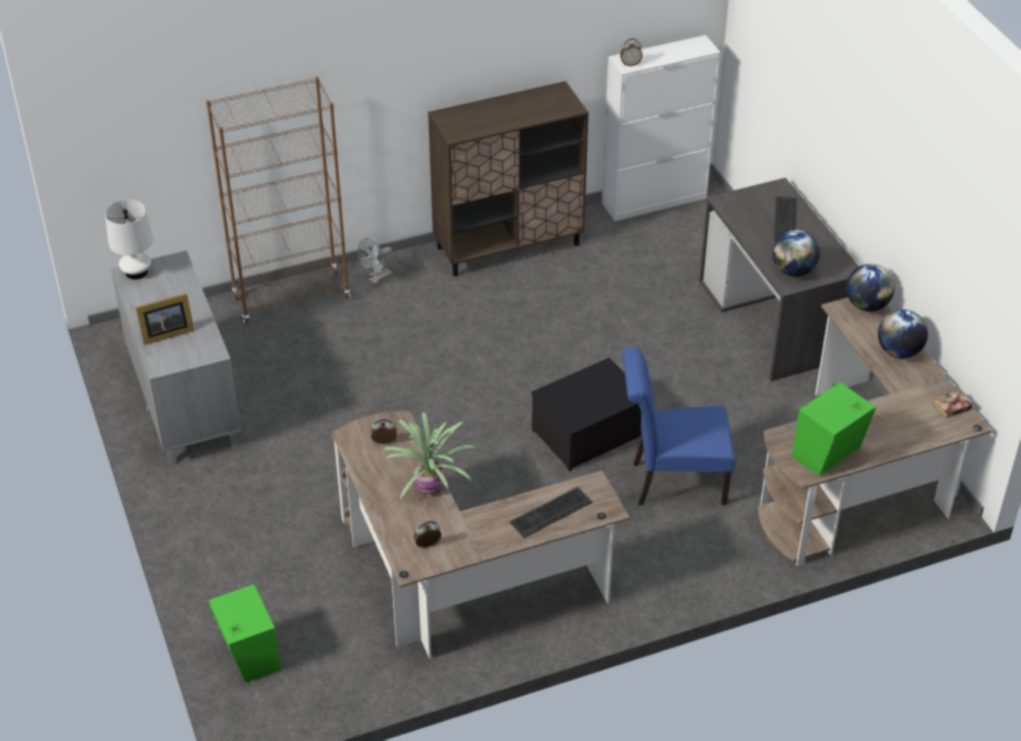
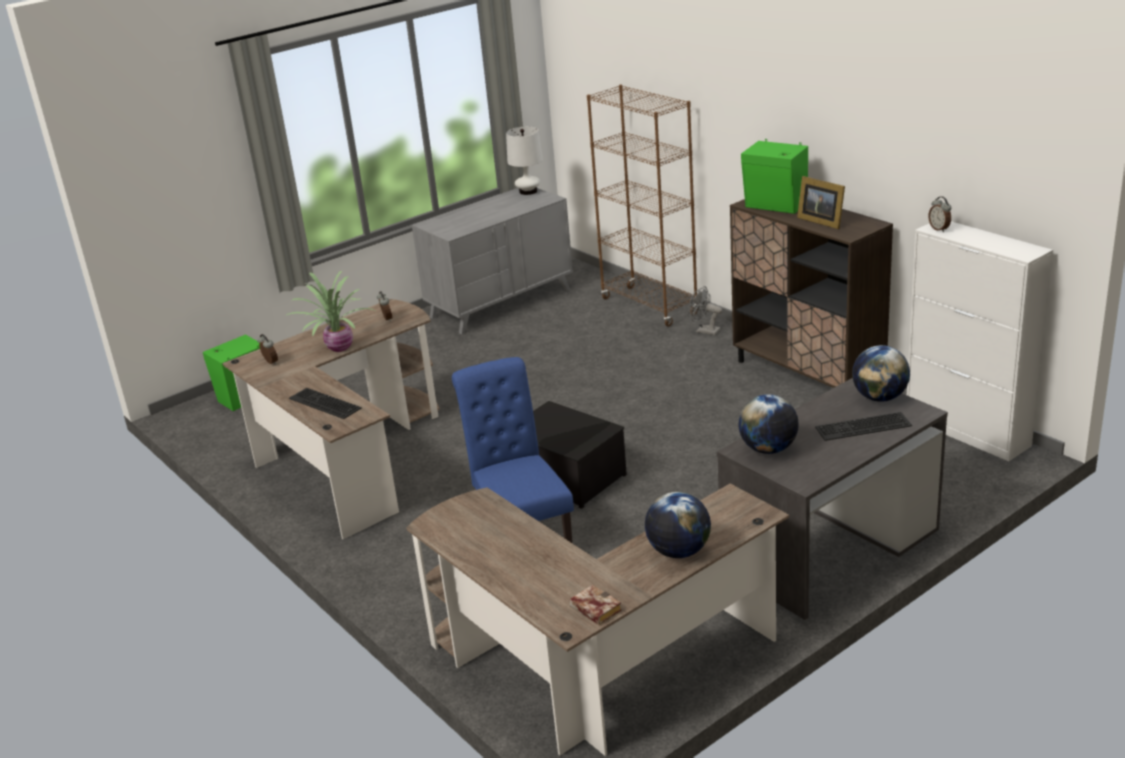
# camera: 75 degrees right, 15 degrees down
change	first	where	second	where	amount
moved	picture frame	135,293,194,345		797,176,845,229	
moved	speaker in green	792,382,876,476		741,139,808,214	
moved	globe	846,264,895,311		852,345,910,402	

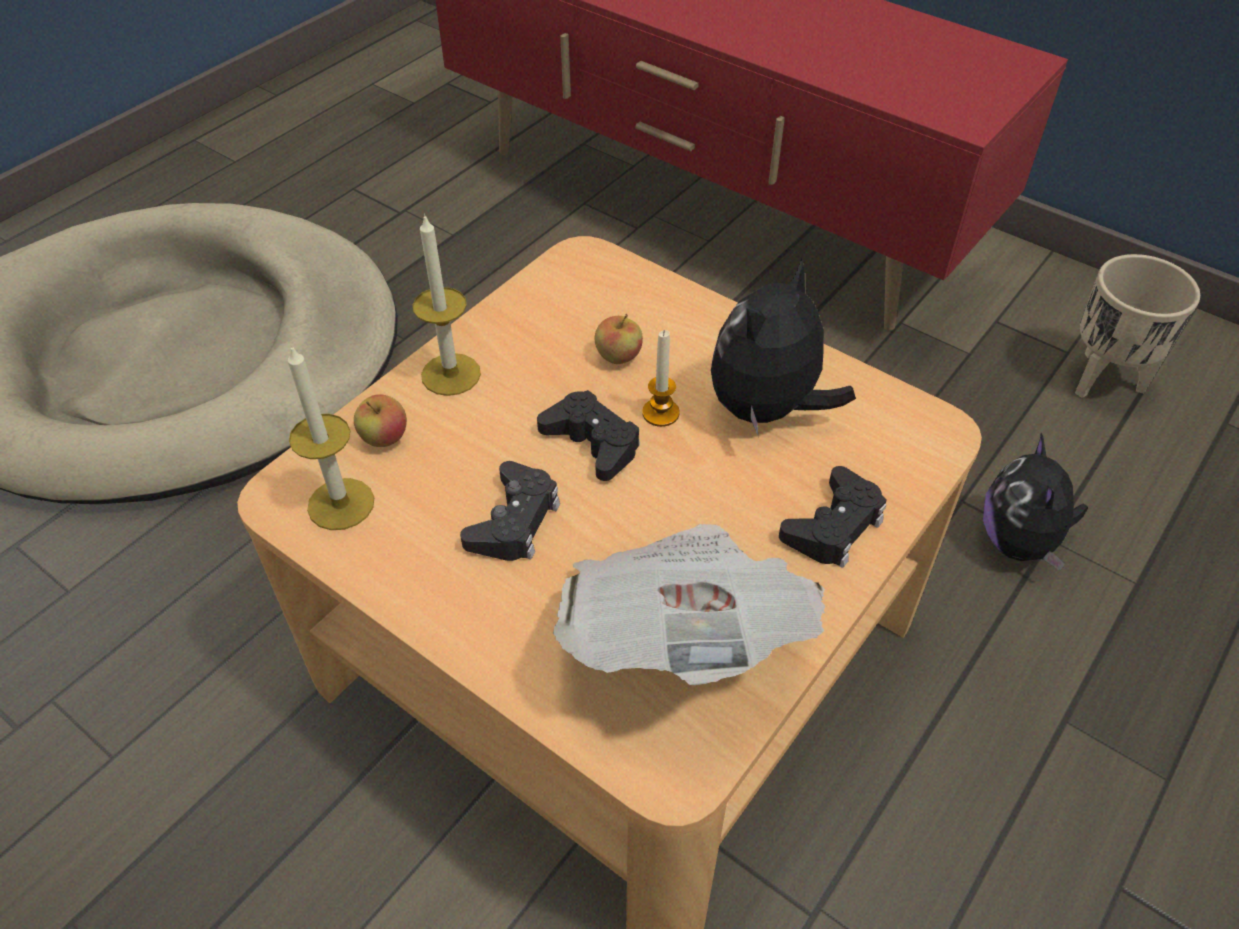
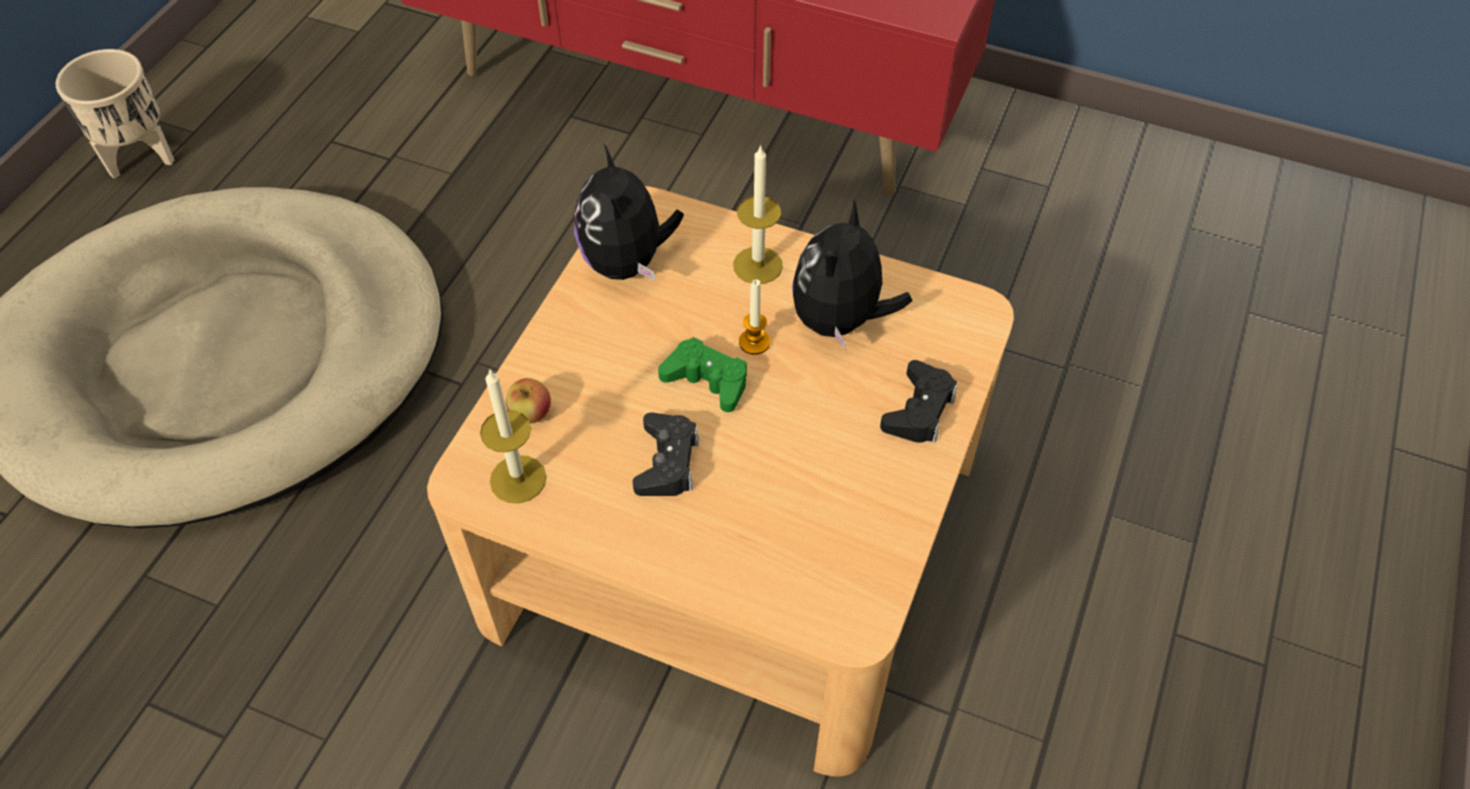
# camera: 15 degrees left, 5 degrees up
change	first	where	second	where	amount
removed	newspaper	553,524,826,685			
removed	apple	594,314,643,364			
moved	candle	413,214,481,396		733,145,783,284	
moved	plush toy	983,433,1088,571		574,143,684,281	
moved	planter in beige	1075,254,1200,398		56,49,174,179	
recoloured	game controller in black	537,390,640,481	game controller in green	658,337,747,412	

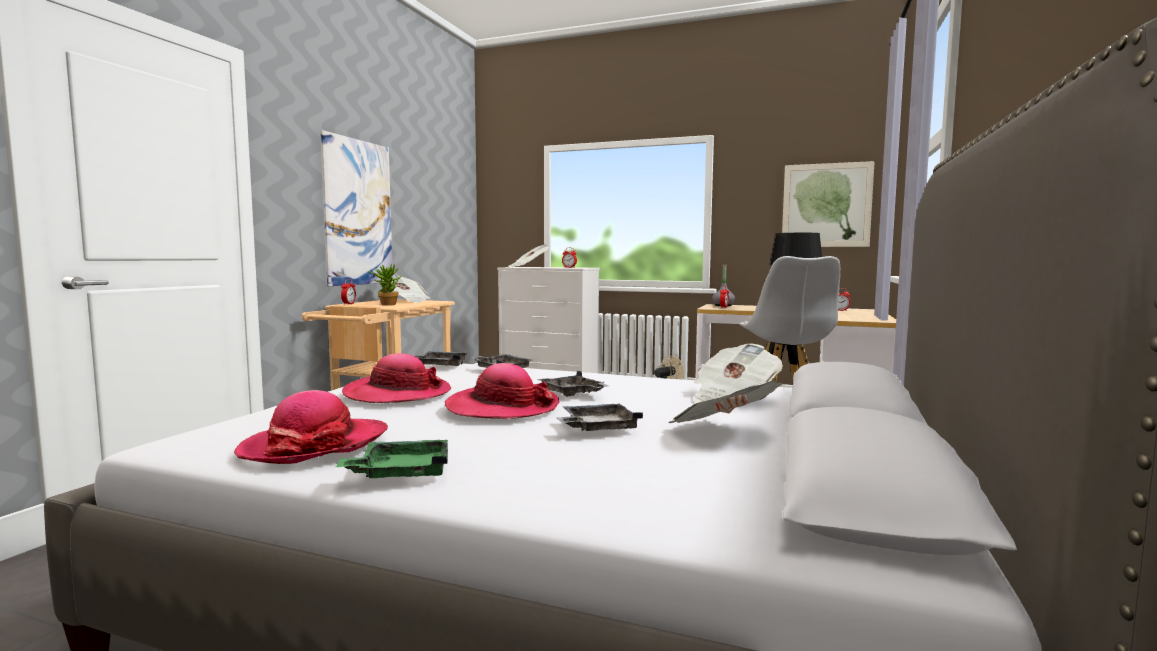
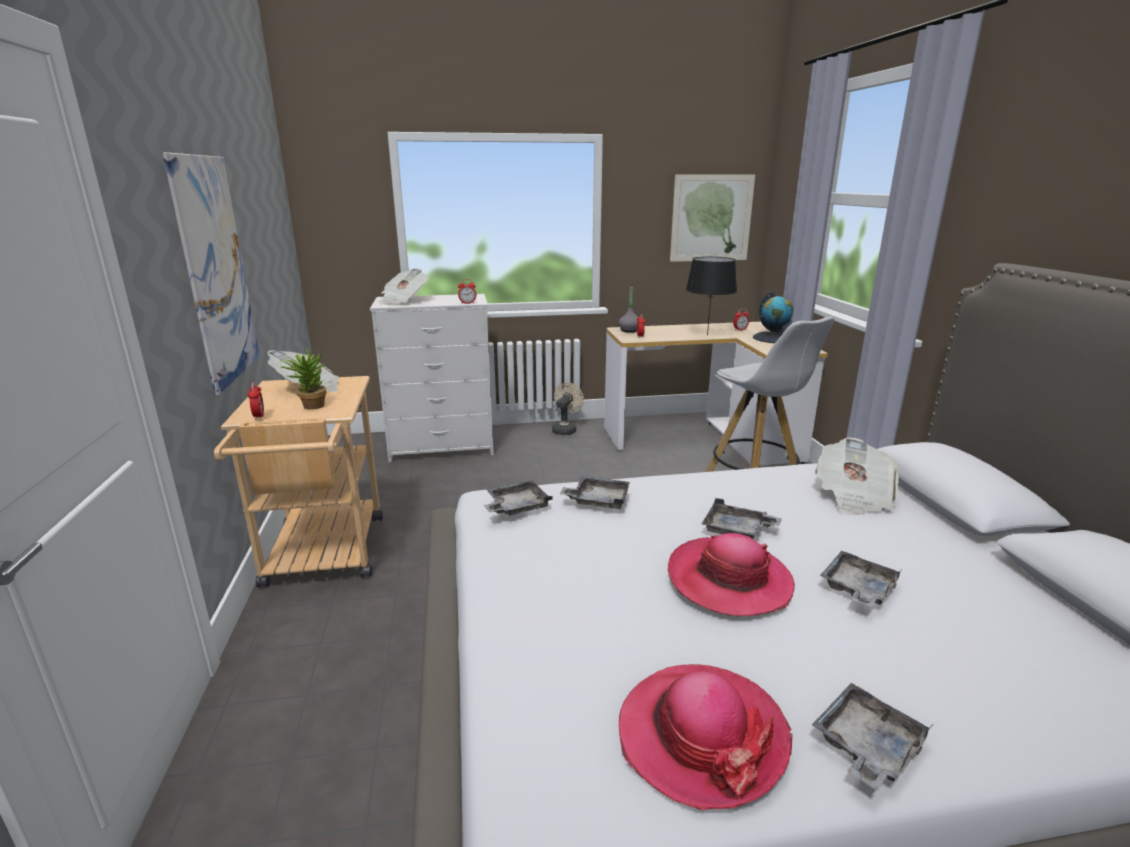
# camera: 30 degrees left, 15 degrees up
change	first	where	second	where	amount
removed	hat	342,353,452,403			
removed	newspaper	668,380,782,423			
added			globe	753,292,793,343	
recoloured	tray in green	336,440,448,478	tray in grey	812,683,932,790	

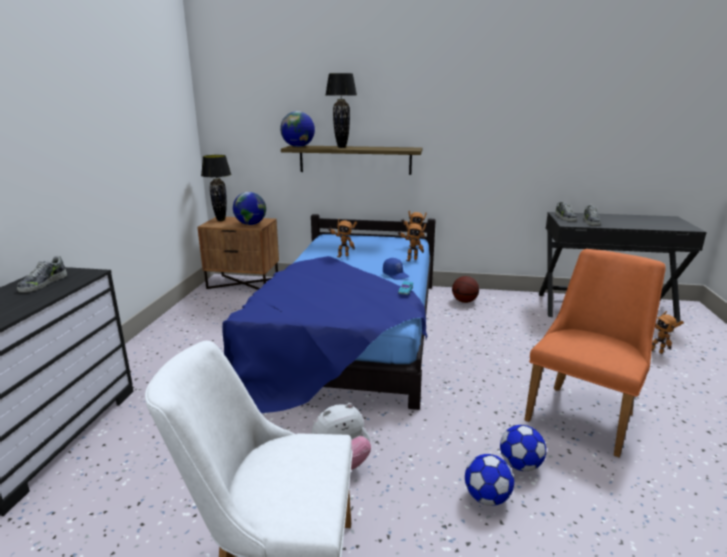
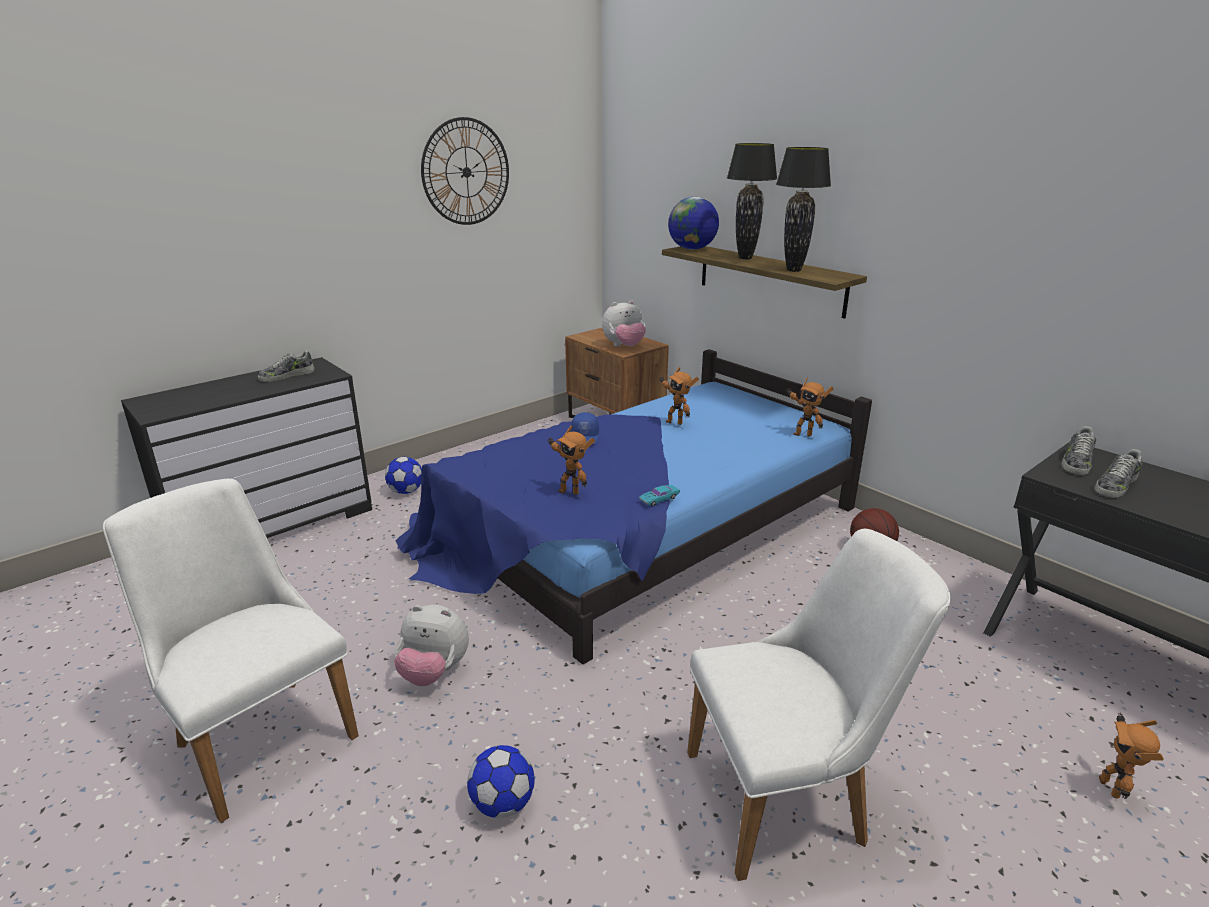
# camera: 40 degrees right, 5 degrees up
change	first	where	second	where	amount
added			wall clock	421,117,509,225	
moved	table lamp in black	201,155,231,221		776,147,831,272	
moved	cap in blue	383,258,409,280		571,412,599,444	
moved	toy robot	397,222,426,261		547,426,595,495	
moved	football	500,425,546,471		385,457,422,494	
replaced	globe	233,192,266,225	plush toy	602,300,646,347	
recoloured	chair in orange	524,249,666,457	chair in white	687,529,951,881	

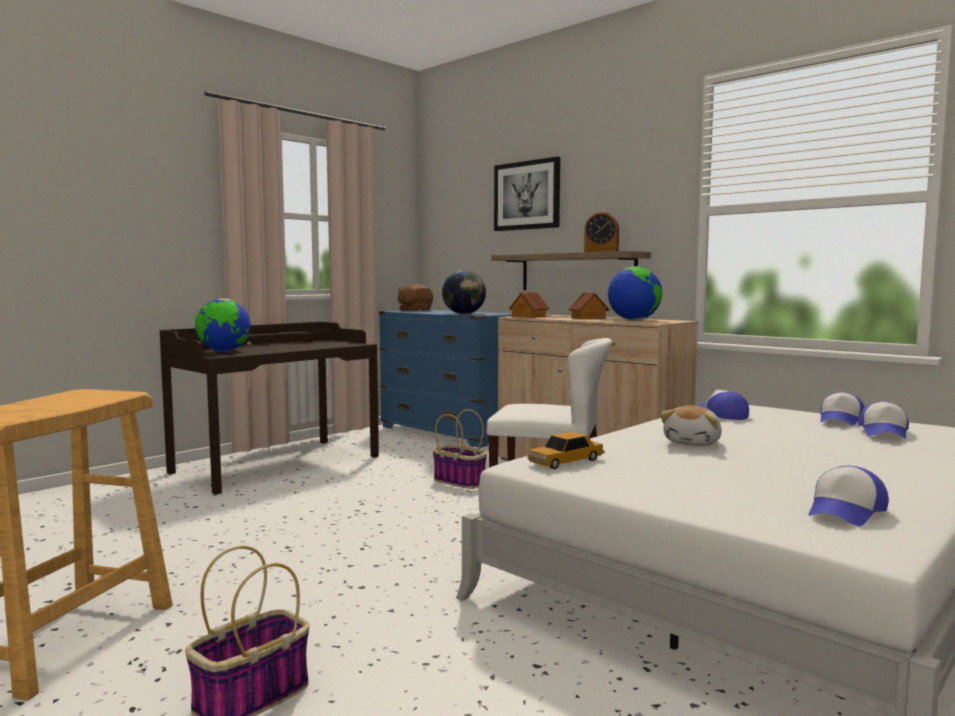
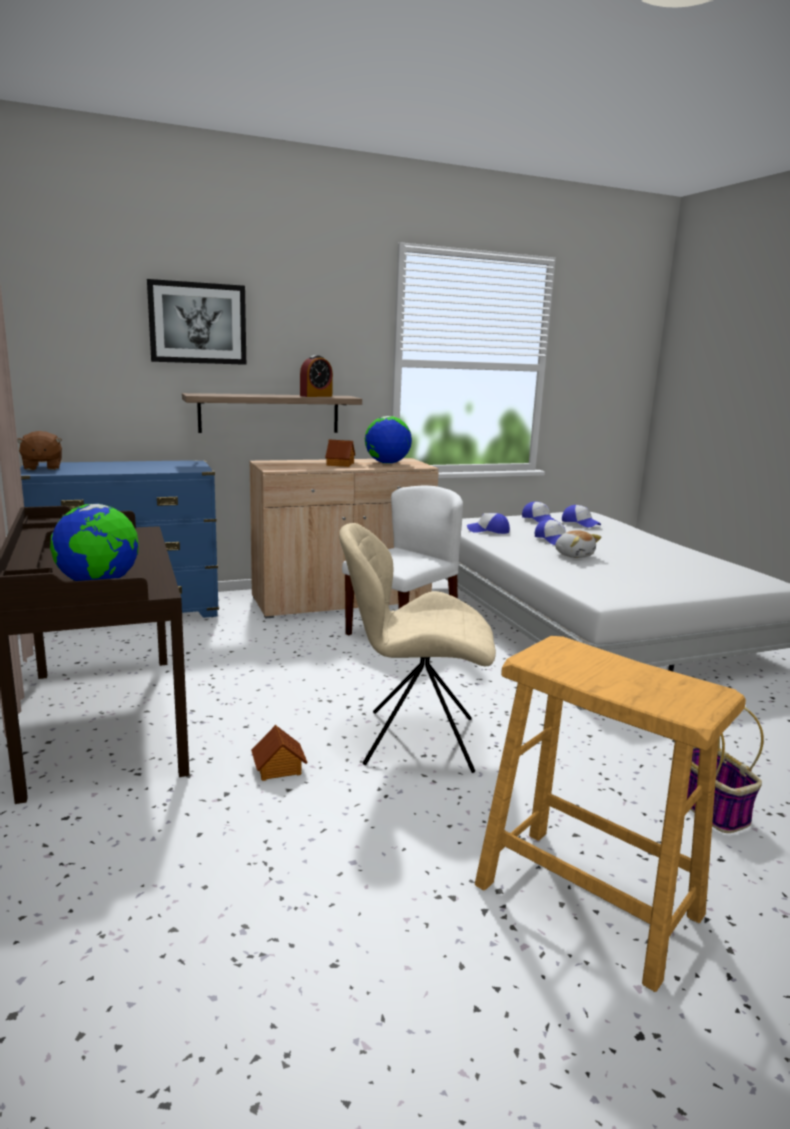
# camera: 65 degrees left, 10 degrees up
change	first	where	second	where	amount
removed	basket	433,409,487,489			
removed	globe	442,270,486,314			
removed	toy car	527,432,605,469			
added			chair in beige	339,523,496,773	
moved	toy house	509,292,549,318		251,725,308,781	
moved	cap	808,466,889,526		535,519,566,545	

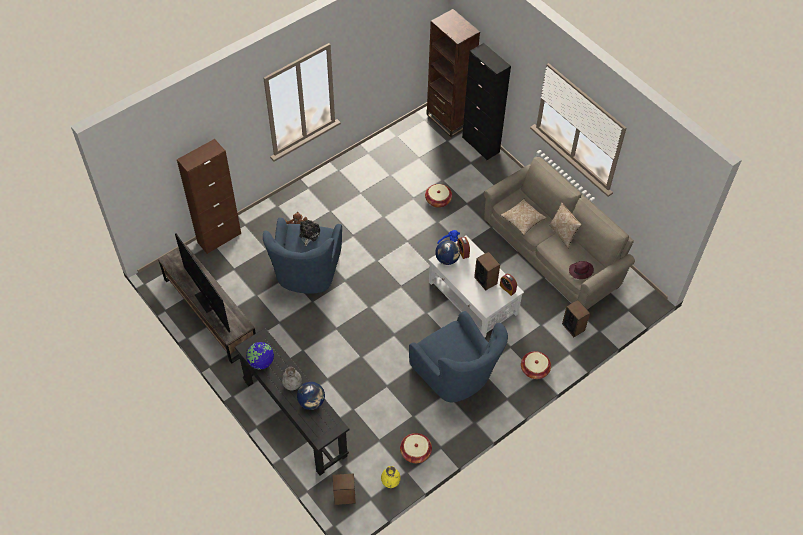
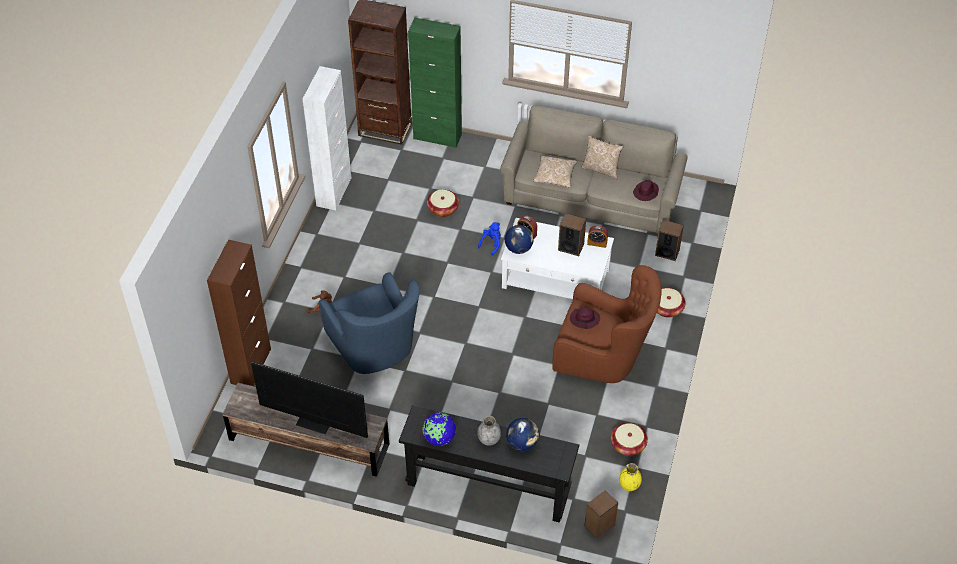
# camera: 35 degrees left, 5 degrees down
change	first	where	second	where	amount
removed	plush toy	299,220,321,246			
added			cabinet in white	303,66,351,210	
added			hat in purple	570,307,600,329	
recoloured	armchair in blue	409,311,508,402	armchair in brown	552,265,662,383	
recoloured	cabinet in black	462,43,511,160	cabinet in green	408,18,462,148	

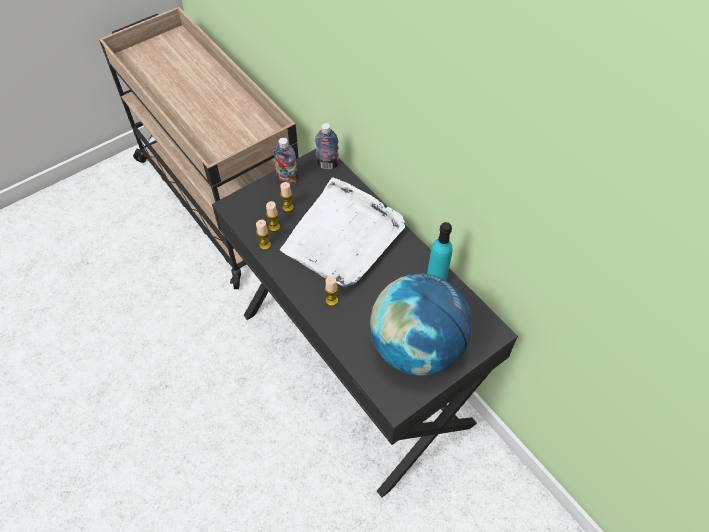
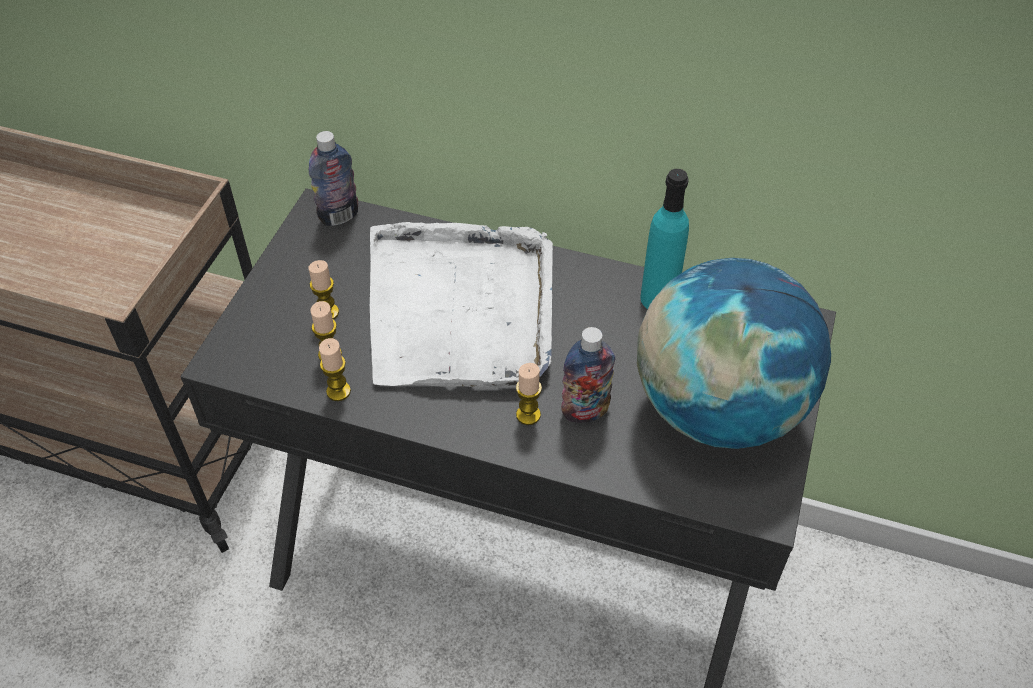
# camera: 35 degrees left, 5 degrees down
change	first	where	second	where	amount
moved	bottle	273,138,298,184		561,327,615,423	

